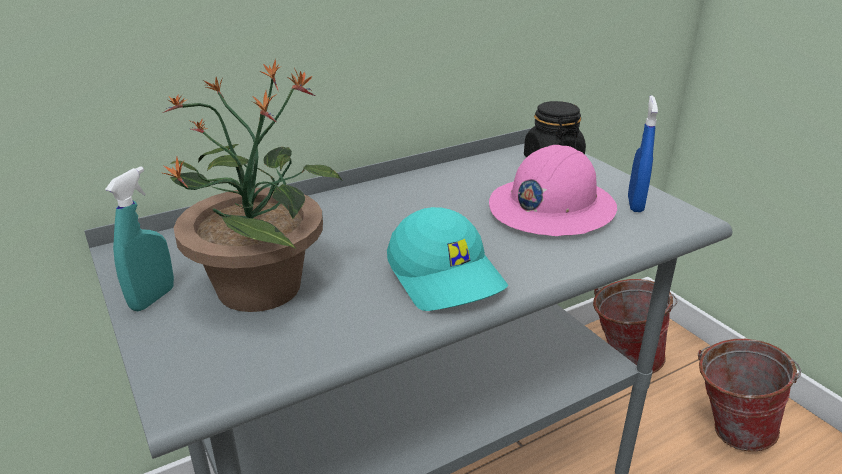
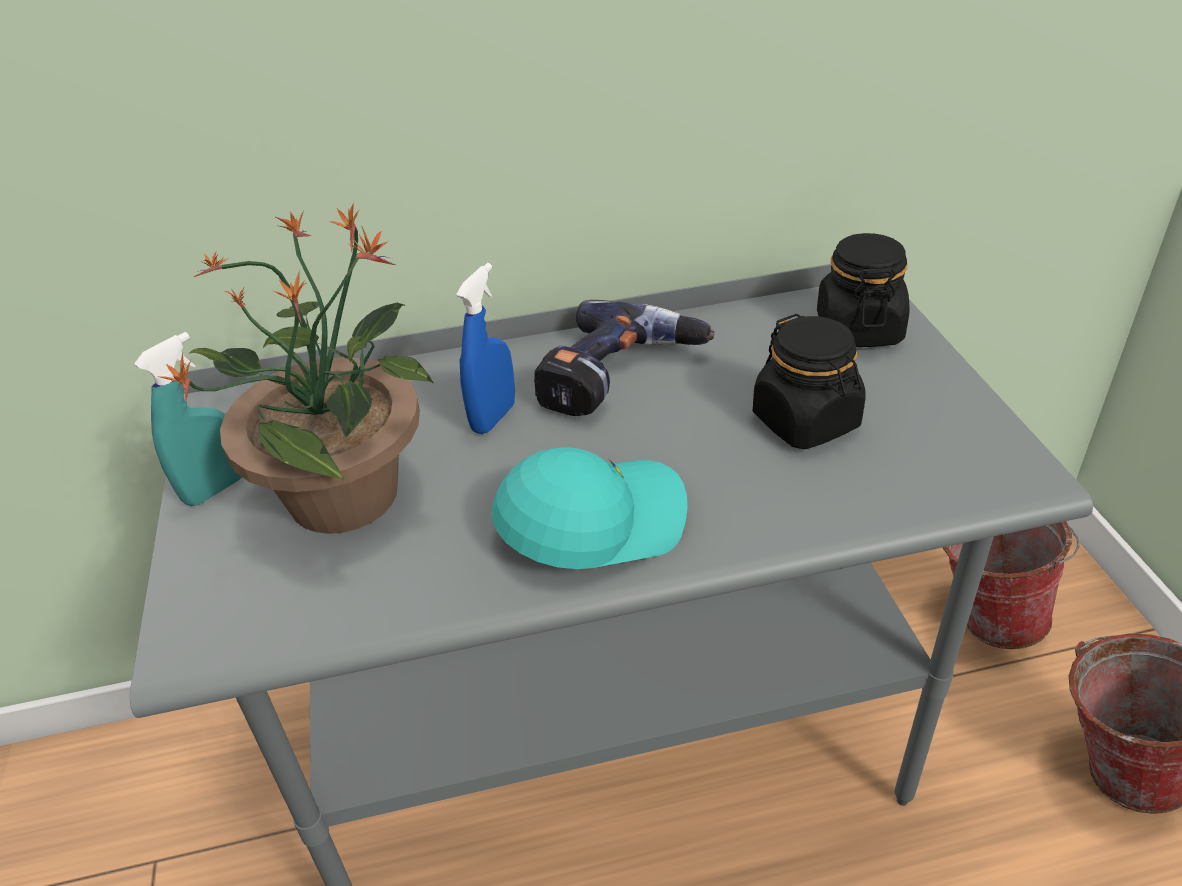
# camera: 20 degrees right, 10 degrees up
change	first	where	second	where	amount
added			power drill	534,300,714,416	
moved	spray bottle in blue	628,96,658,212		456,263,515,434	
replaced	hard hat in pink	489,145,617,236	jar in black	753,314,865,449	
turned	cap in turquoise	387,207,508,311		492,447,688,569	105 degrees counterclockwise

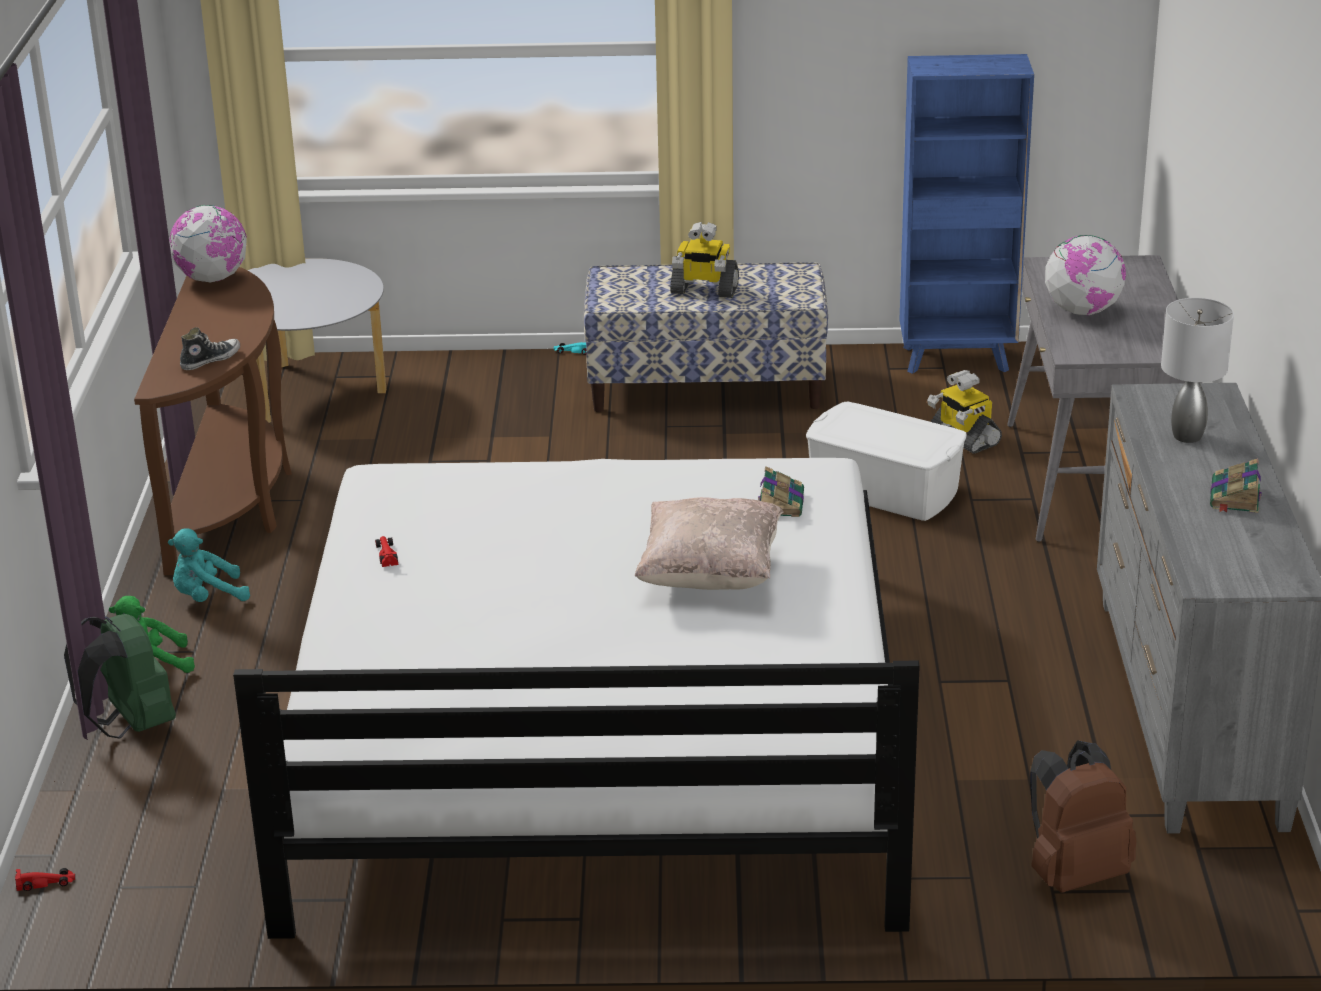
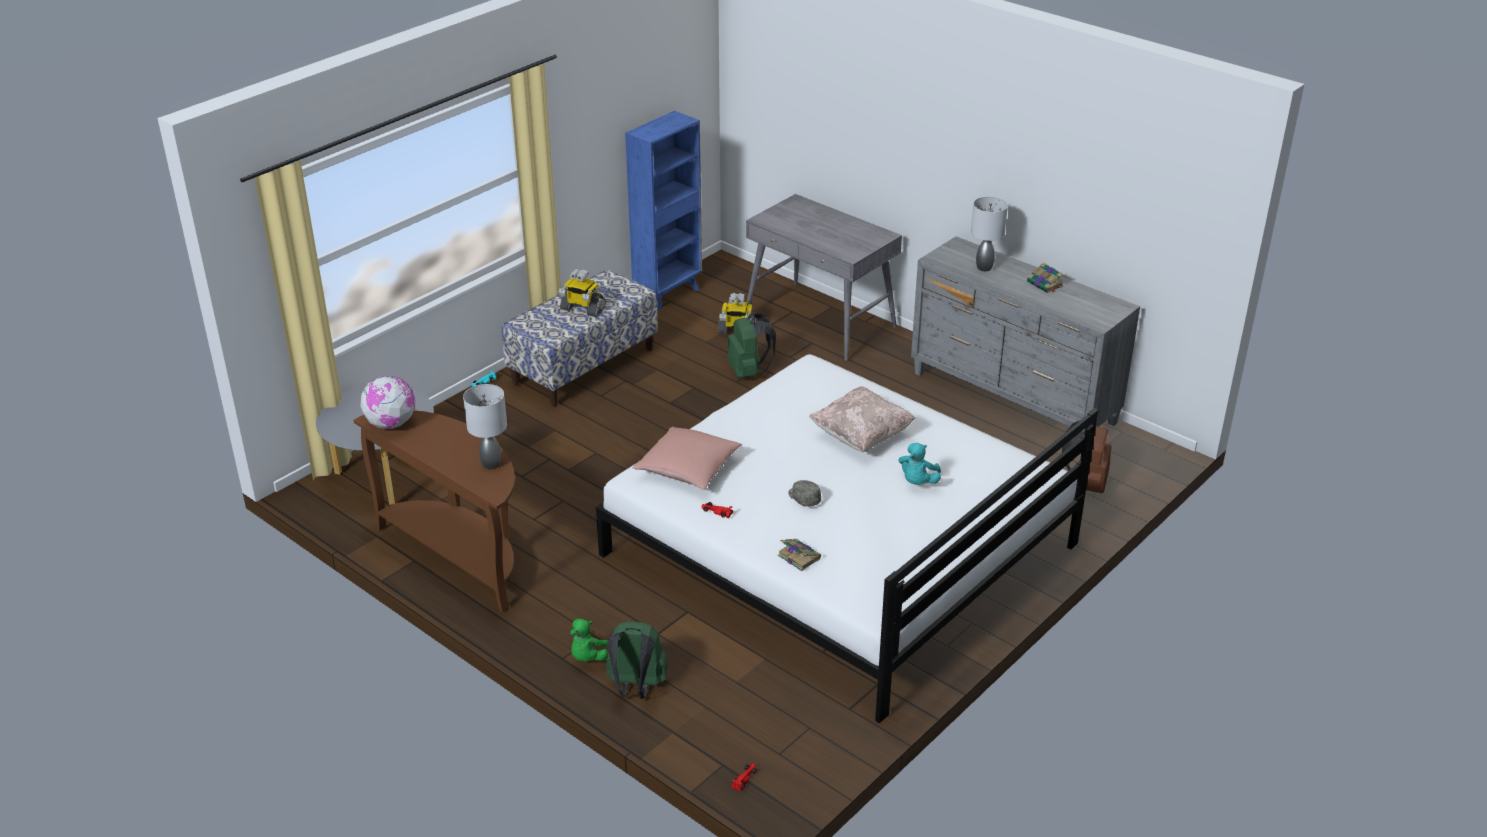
# camera: 50 degrees left, 5 degrees up
change	first	where	second	where	amount
removed	globe	1045,235,1126,315			
added			pillow in pink	633,427,742,490	
added			cap in grey	788,480,821,507	
moved	plush toy in turquoise	168,528,250,602		899,443,941,485	
moved	book	758,466,804,517		778,539,821,571	
replaced	shoe	180,327,240,370	table lamp in grey	463,384,507,469	
replaced	storage box in white	806,402,967,521	backpack in green	727,312,776,378	
turned	toy robot	670,222,739,298		559,268,606,317	60 degrees clockwise

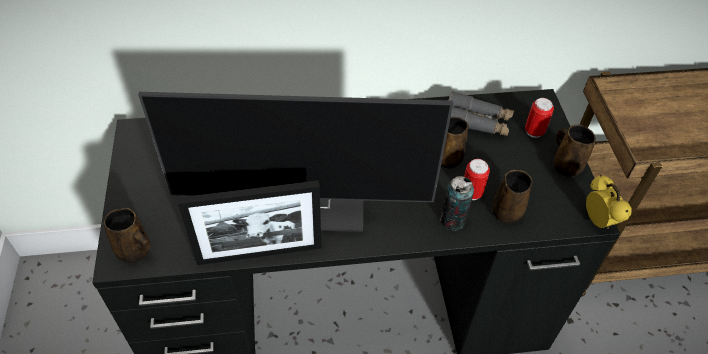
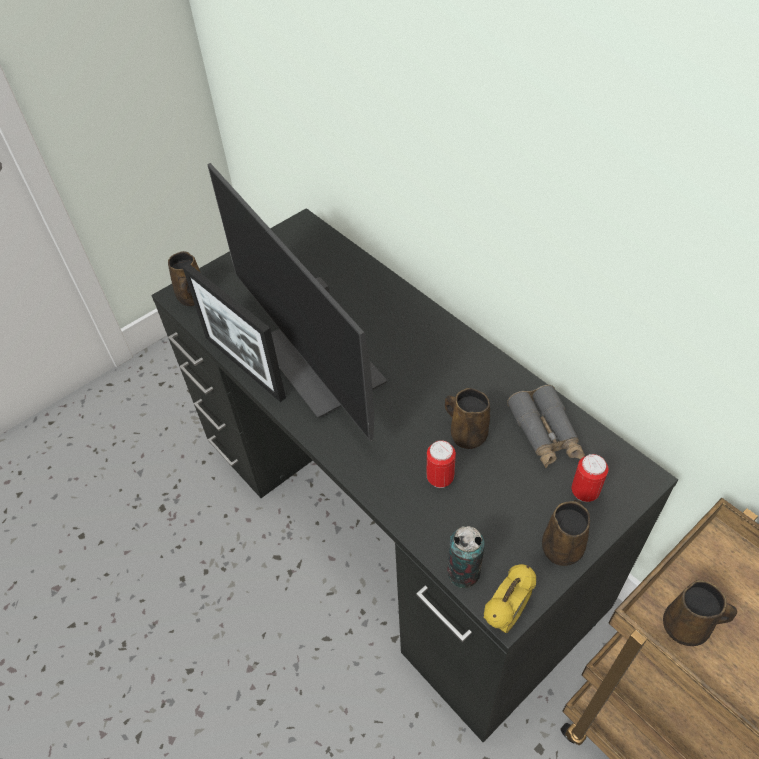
# camera: 60 degrees right, 0 degrees up
change	first	where	second	where	amount
moved	can	440,176,474,231		447,526,485,588	
moved	mug in brown	492,170,533,224		663,580,737,646	

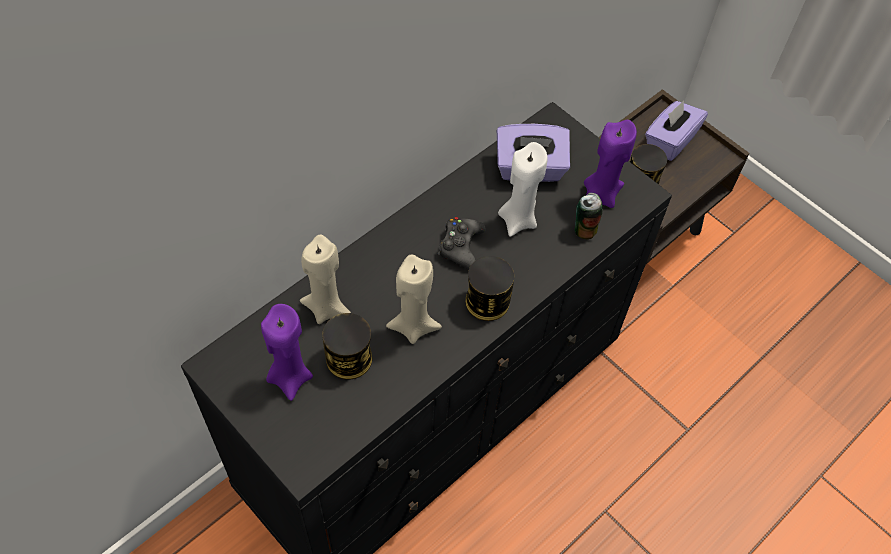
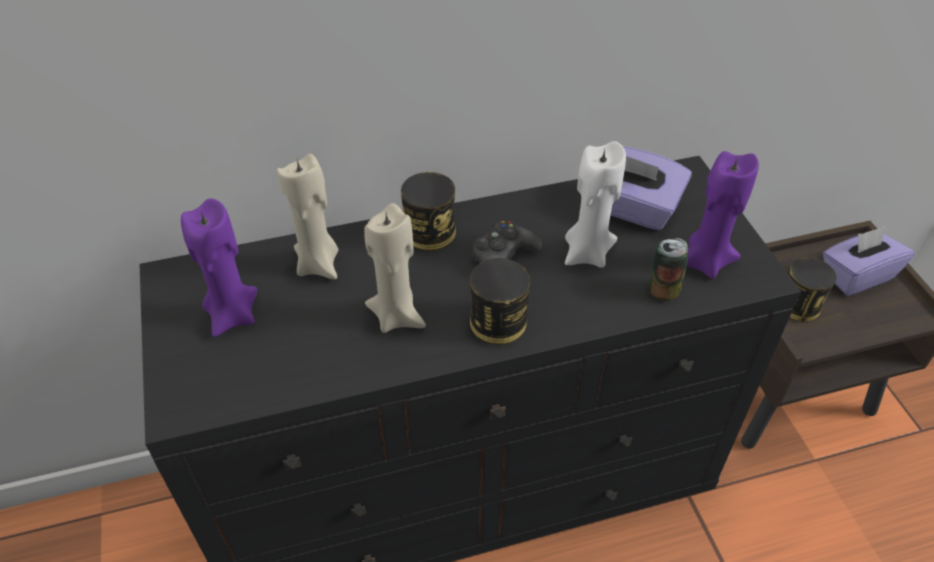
# camera: 30 degrees right, 10 degrees down
change	first	where	second	where	amount
moved	can	322,313,372,379		401,172,456,251	

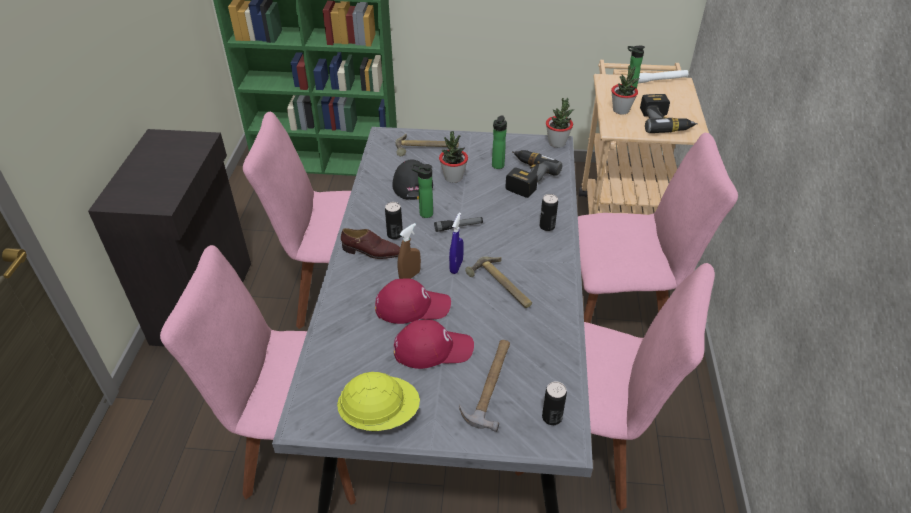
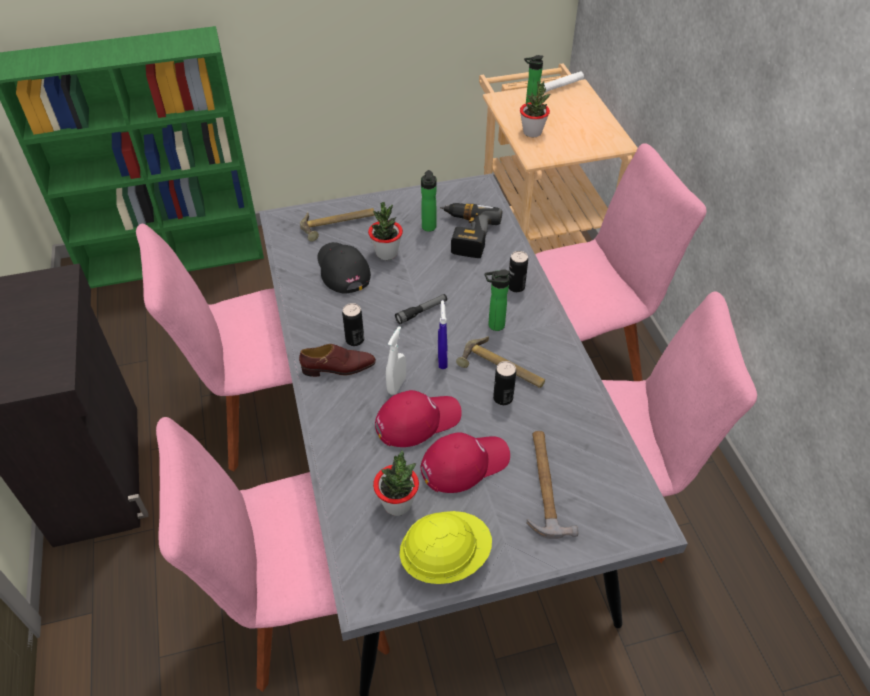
# camera: 20 degrees left, 5 degrees up
change	first	where	second	where	amount
removed	power drill	640,94,698,133			
moved	bottle	412,164,433,218		485,269,510,331	
moved	can	542,381,567,425		493,361,516,405	
moved	potted plant	546,98,574,148		373,450,419,516	
recoloured	spray bottle in brown	398,223,421,279	spray bottle in white	386,326,406,395	

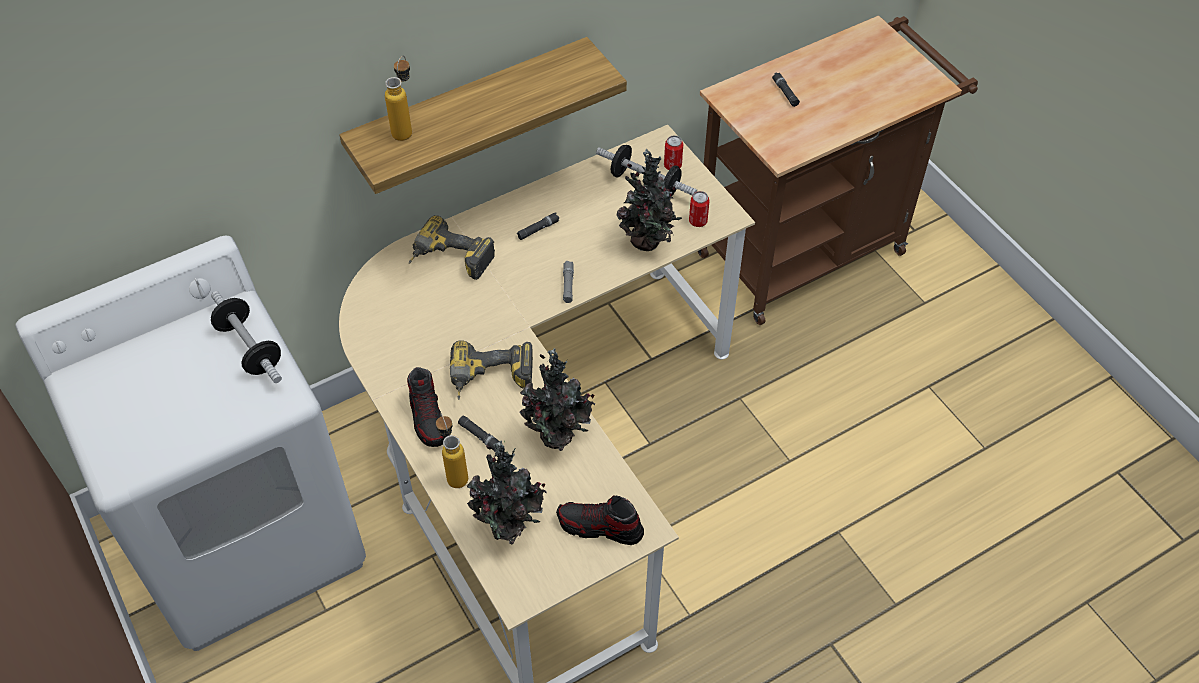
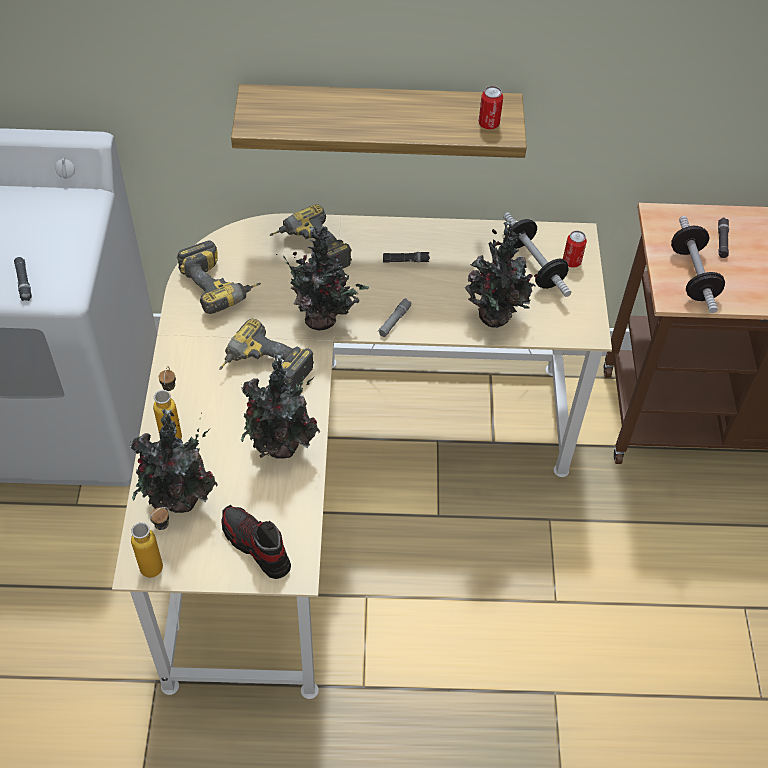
# camera: 30 degrees right, 0 degrees up
change	first	where	second	where	amount
removed	shoe	407,367,446,447			
added			power drill	177,240,261,314	
added			potted plant	276,226,369,331	
moved	dumbbell	211,291,282,383		671,216,725,313	
moved	bottle	385,56,412,141		131,507,169,578	
moved	flashlight in black	458,416,500,452		14,257,32,301	
moved	can	689,191,710,227		479,86,503,130	

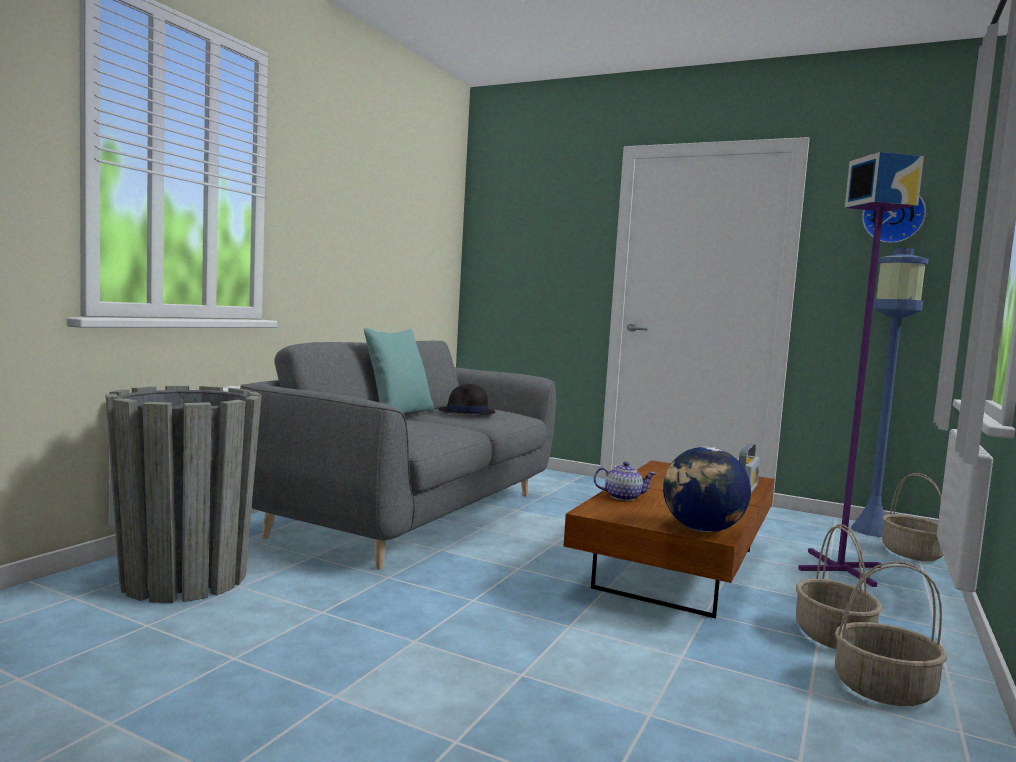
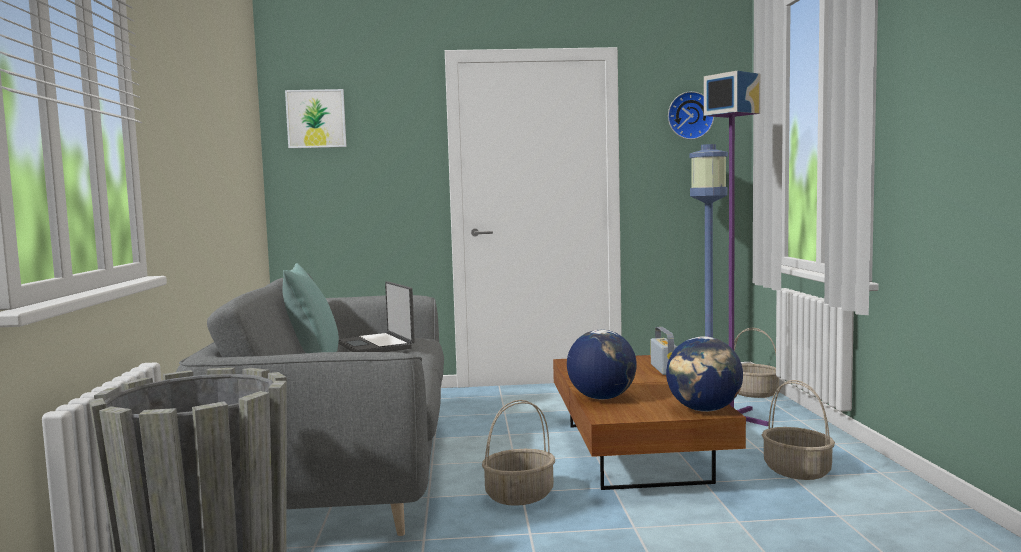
# camera: 30 degrees left, 0 degrees up
change	first	where	second	where	amount
added			picture	285,89,347,148	
moved	basket	835,561,947,706		482,400,555,506	
replaced	hat in black	439,384,496,415	laptop	338,281,415,352	
replaced	teapot	593,462,656,501	globe	567,330,637,400	

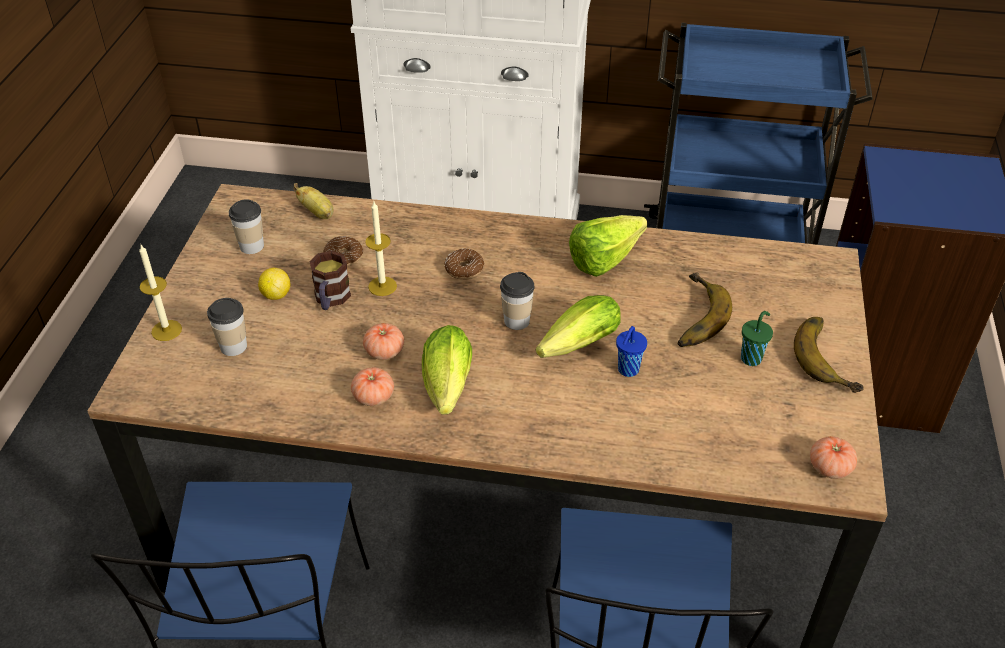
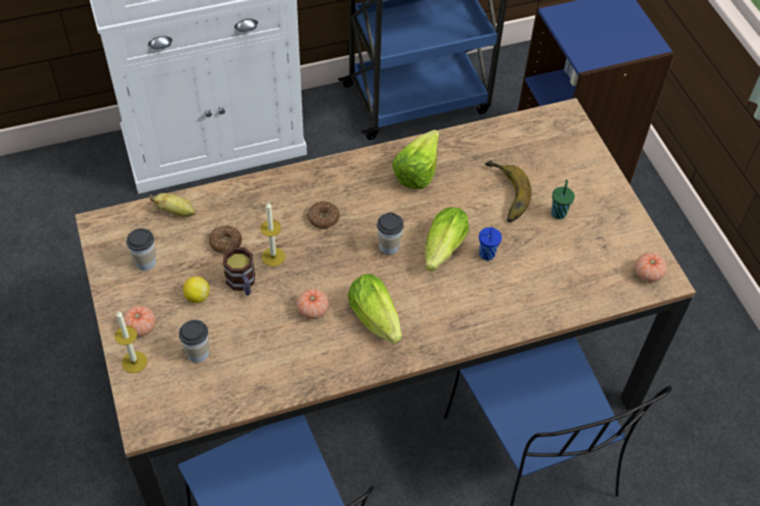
# camera: 30 degrees left, 10 degrees up
change	first	where	second	where	amount
removed	banana	794,317,863,393			
moved	tomato	351,367,394,406		123,306,156,337	

